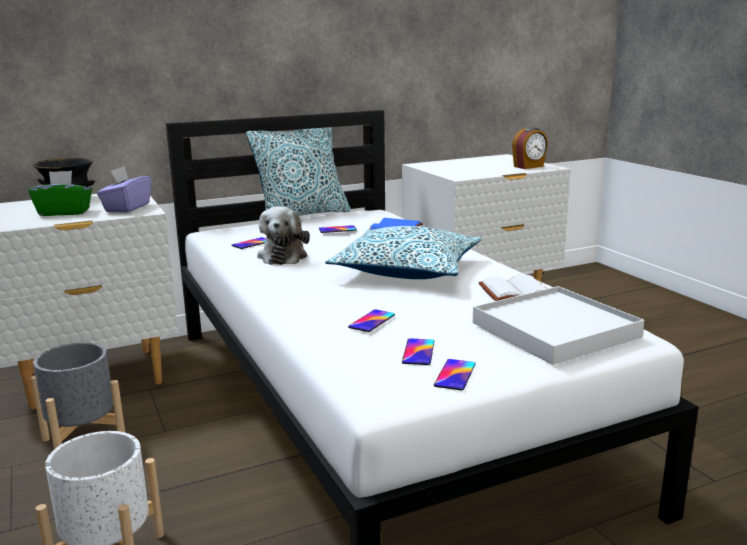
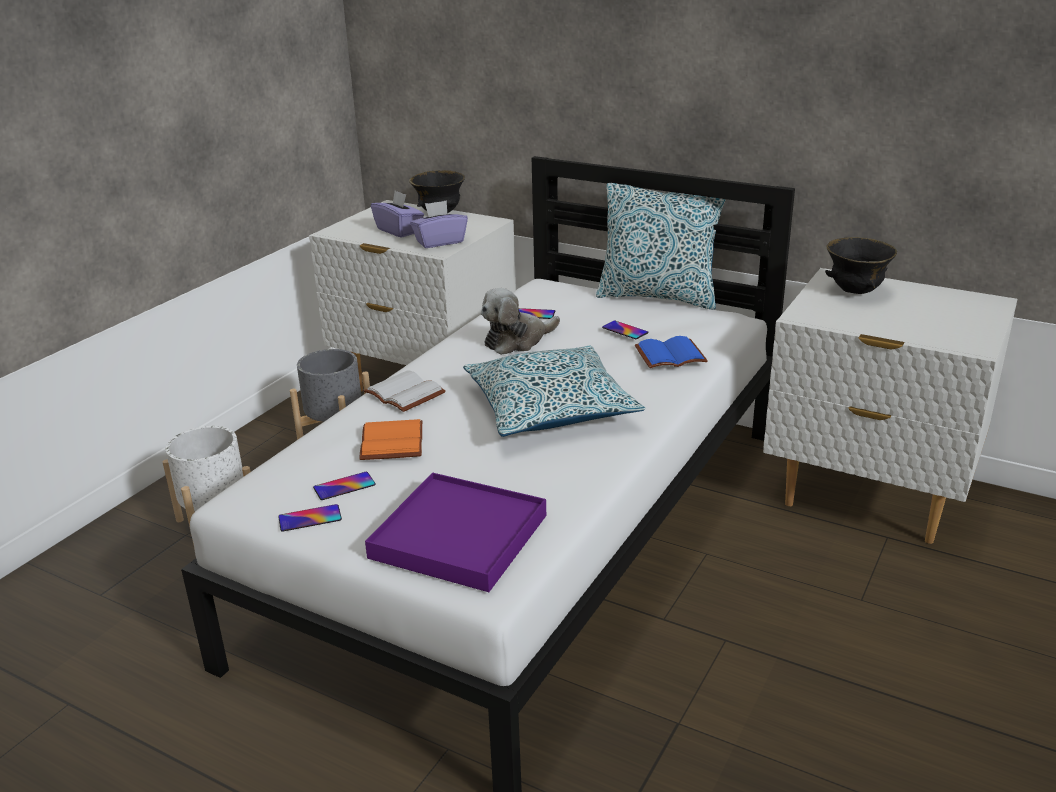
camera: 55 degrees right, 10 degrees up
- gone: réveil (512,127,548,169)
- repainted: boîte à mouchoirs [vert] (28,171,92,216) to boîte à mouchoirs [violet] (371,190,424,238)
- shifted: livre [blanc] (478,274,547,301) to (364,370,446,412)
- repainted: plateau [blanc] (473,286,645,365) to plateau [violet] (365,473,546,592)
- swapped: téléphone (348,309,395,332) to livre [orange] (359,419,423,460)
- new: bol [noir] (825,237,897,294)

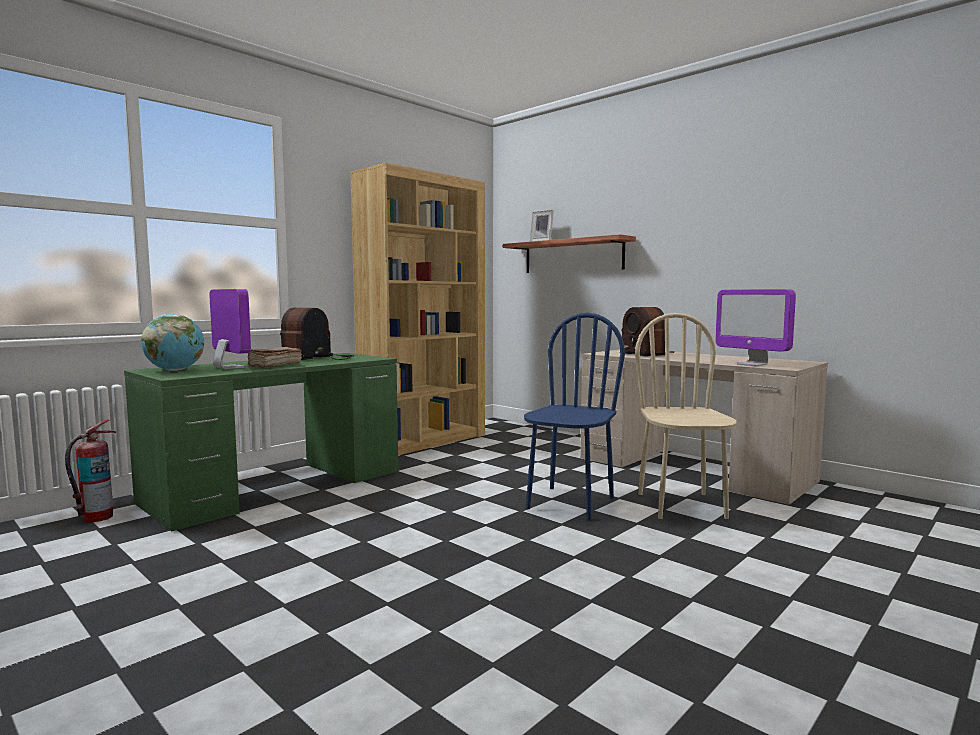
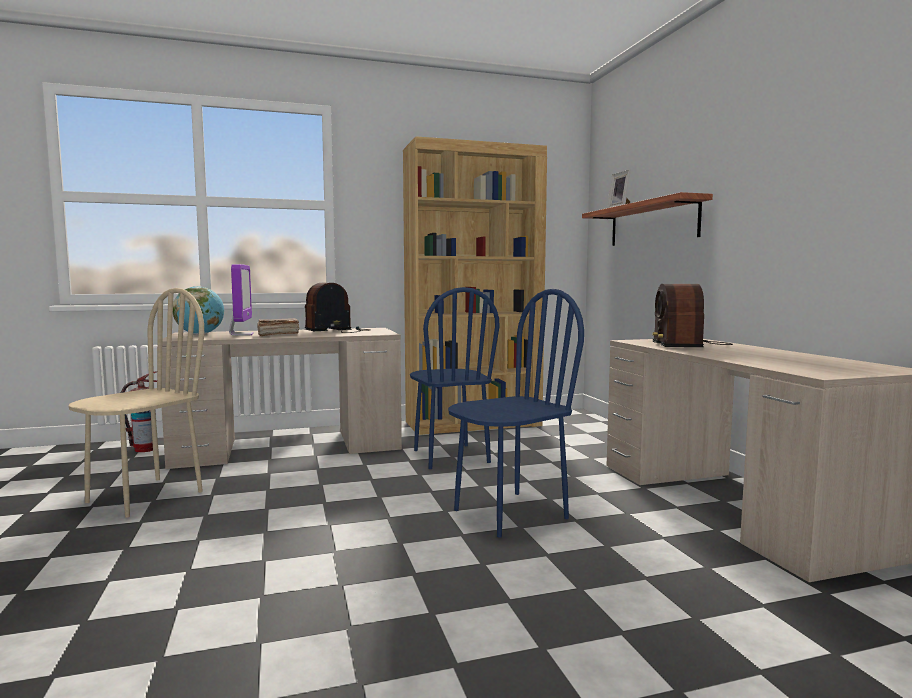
camera: 30 degrees right, 0 degrees up
- gone: écran d'ordinateur (715,289,796,366)
- shifted: chaise [beige] (635,313,737,519) to (68,288,204,518)
- repainted: bureau [vert] (124,353,398,531) to bureau [beige] (162,328,402,469)
- new: chaise [bleu] (410,287,500,469)

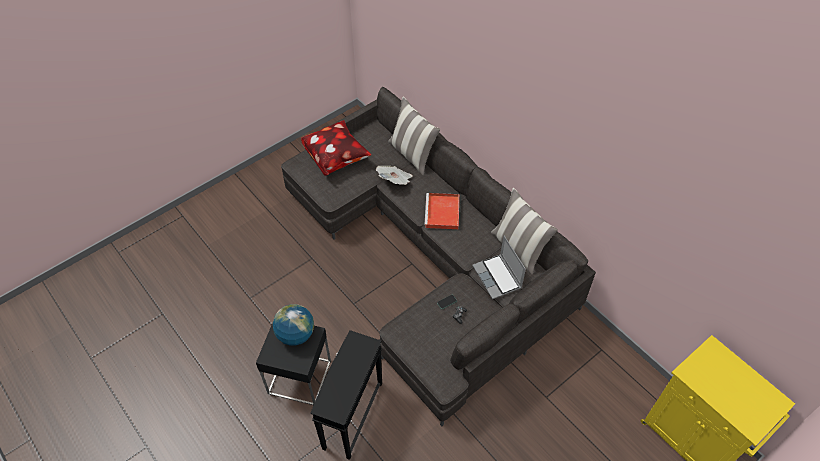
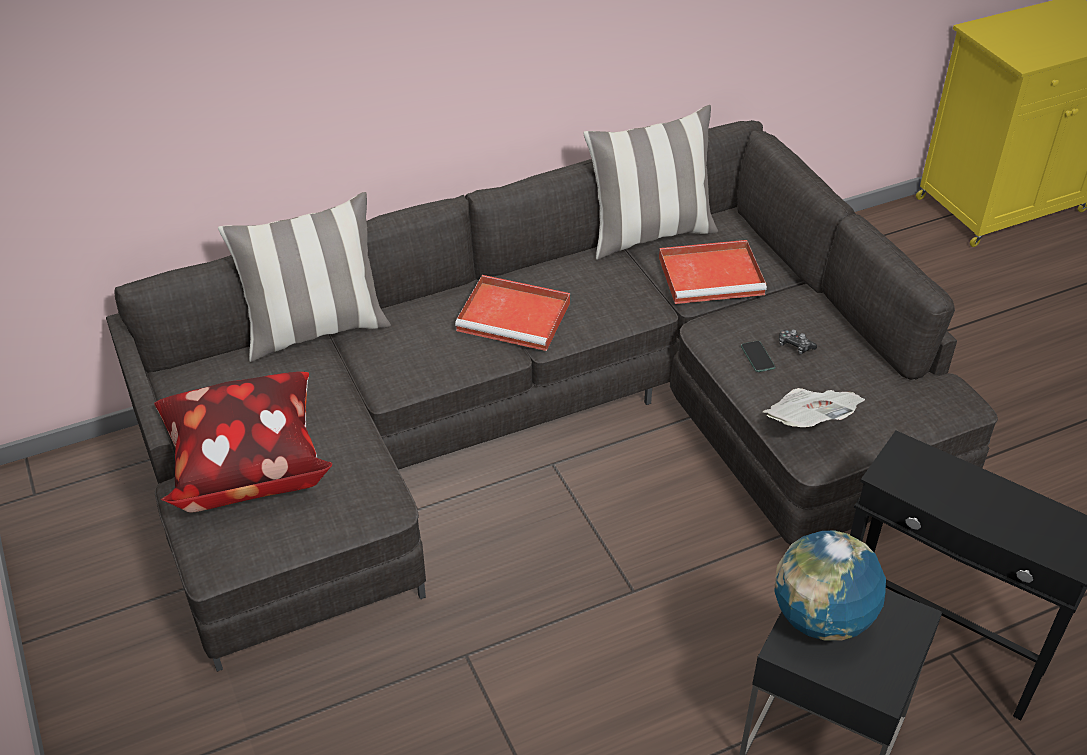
camera: 75 degrees left, 10 degrees down
- shifted: journal (376,166,413,185) to (763,388,865,427)
- swapped: ordinateur portable (472,236,526,299) to plateau [rouge] (659,240,767,304)

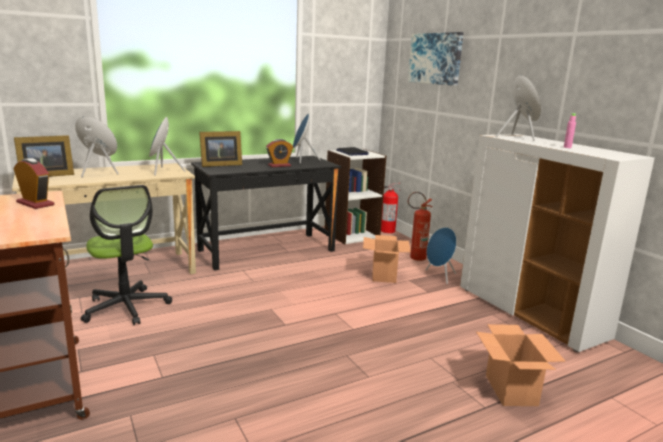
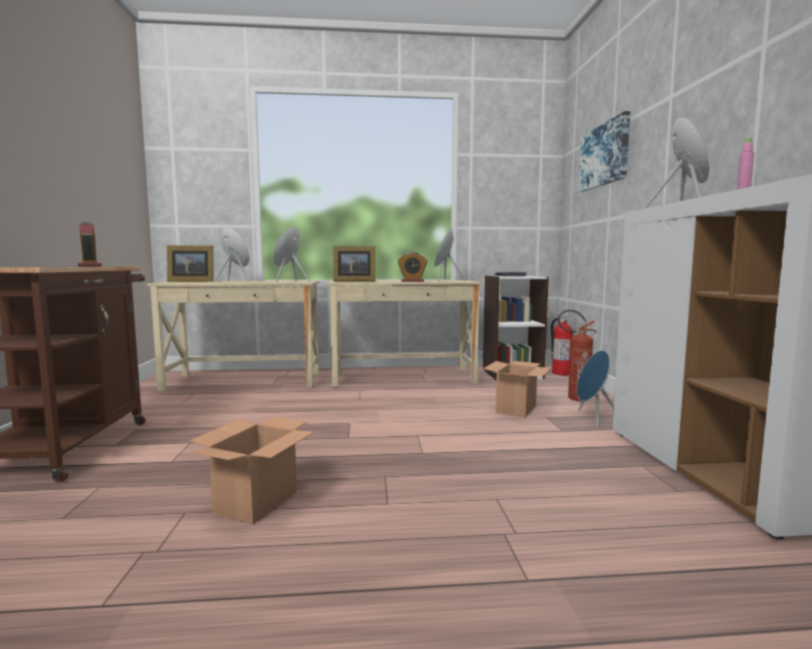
camera: 25 degrees right, 10 degrees down
- repainted: bureau [noir] (191,156,341,270) to bureau [beige] (327,280,482,388)
- gone: chaise de bureau (81,185,172,325)
- shifted: carton (476,324,566,406) to (189,416,314,525)

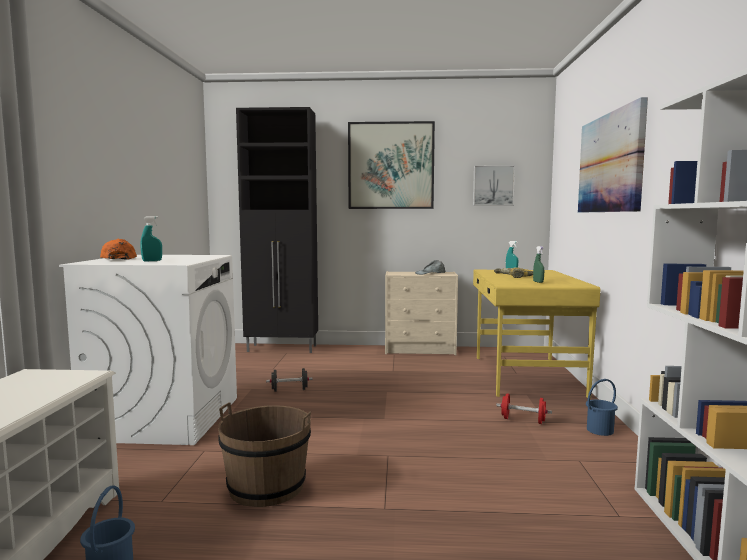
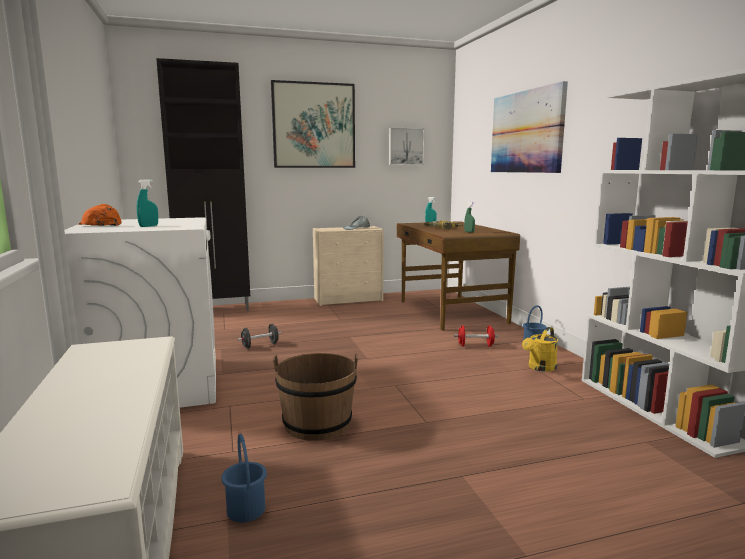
camera: 20 degrees left, 5 degrees up
- repainted: bureau [jaune] (473,270,600,399) to bureau [marron] (397,221,520,331)
- new: arrosoir [jaune] (522,327,558,372)

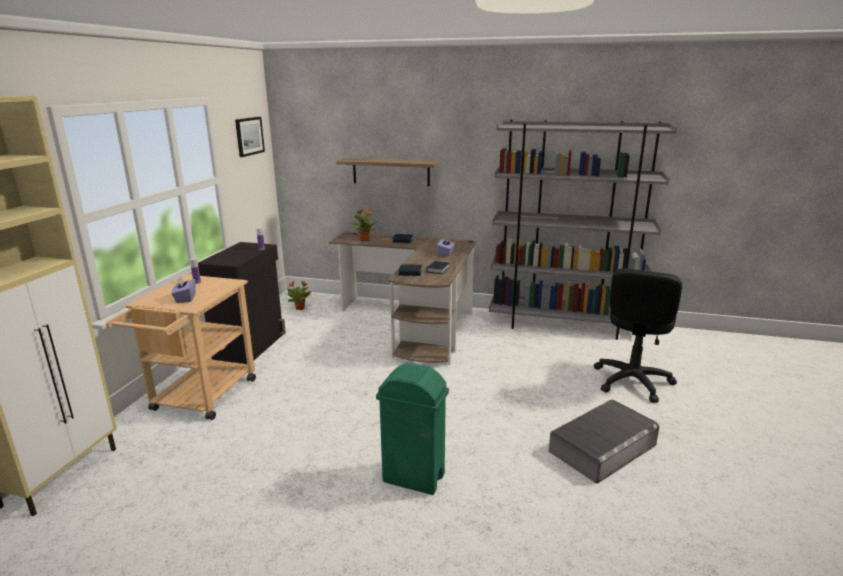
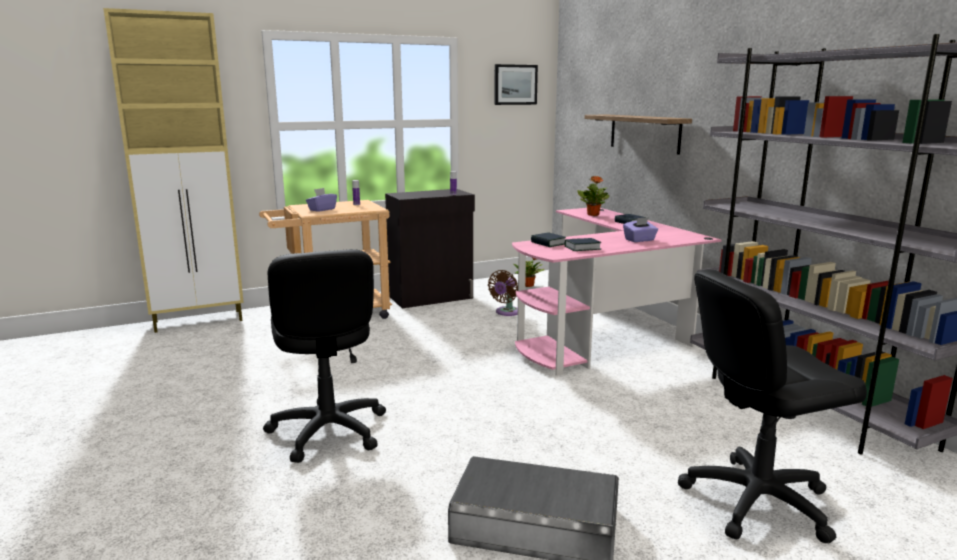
camera: 50 degrees right, 5 degrees down
- repainted: bureau [marron] (329,232,477,365) to bureau [rose] (512,208,721,376)
- swapped: poubelle [vert] (376,363,449,495) to chaise de bureau [noir] (263,249,386,463)
- new: ventilateur [marron] (488,270,518,316)

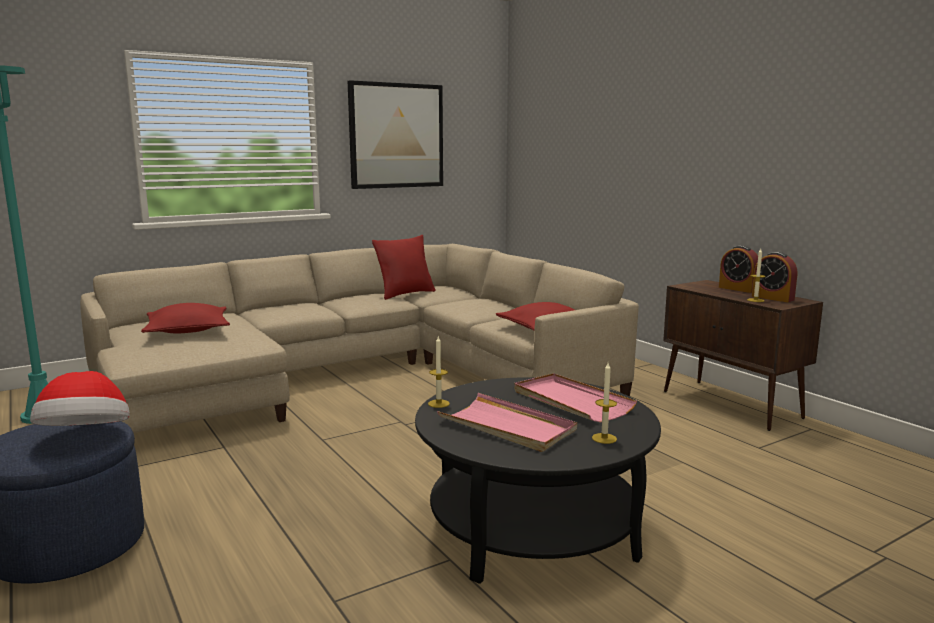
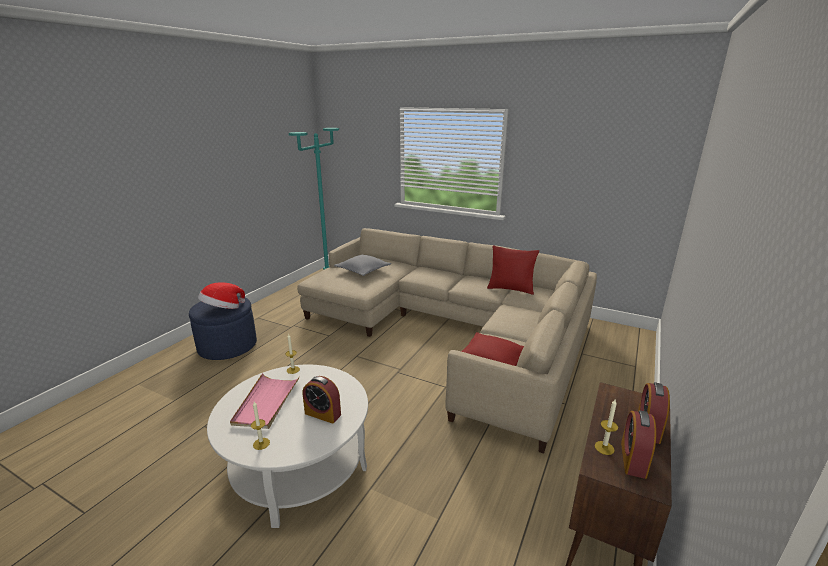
camera: 60 degrees right, 10 degrees up
- gone: tableau (348,80,443,189)
- repainted: coussin [rouge] (141,303,230,333) to coussin [gris] (334,255,391,276)
- swapped: plateau [rose] (514,373,637,423) to réveil (303,376,341,424)
- repainted: table basse [noir] (415,377,661,584) to table basse [blanc] (207,365,368,528)

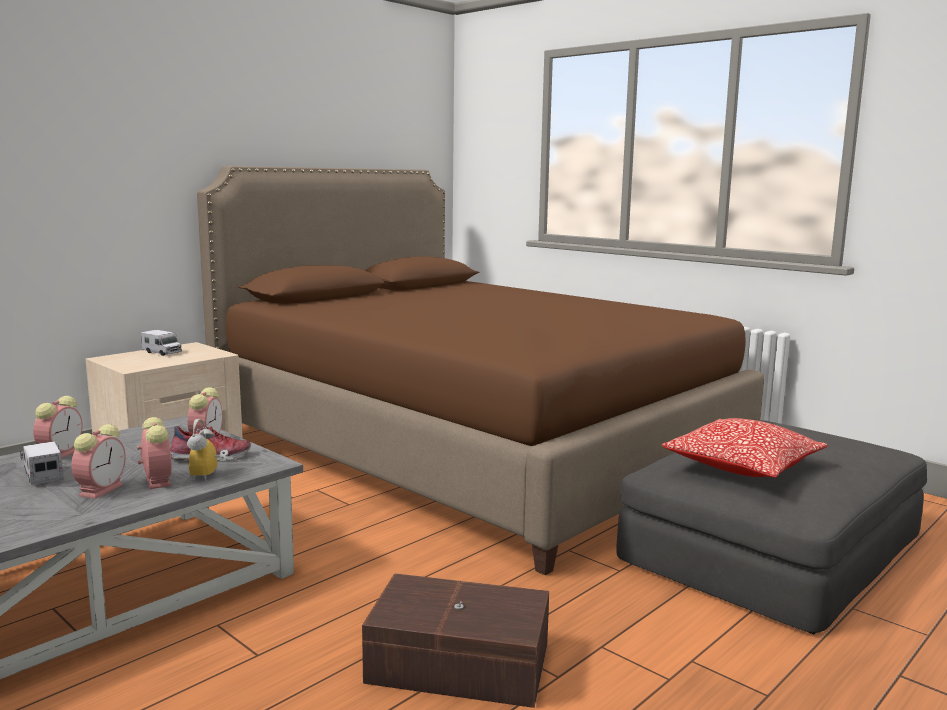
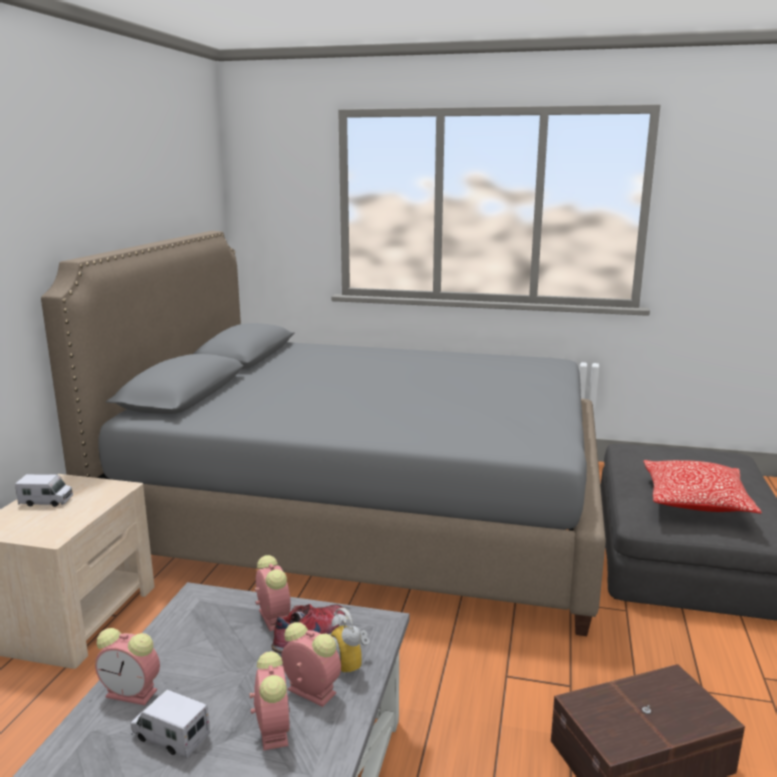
camera: 30 degrees left, 5 degrees up
- repainted: lit [marron] (197,166,764,575) to lit [gris] (41,231,606,636)
- rotated: réveil (33,396,83,458) = (95,628,160,705) 120 degrees clockwise

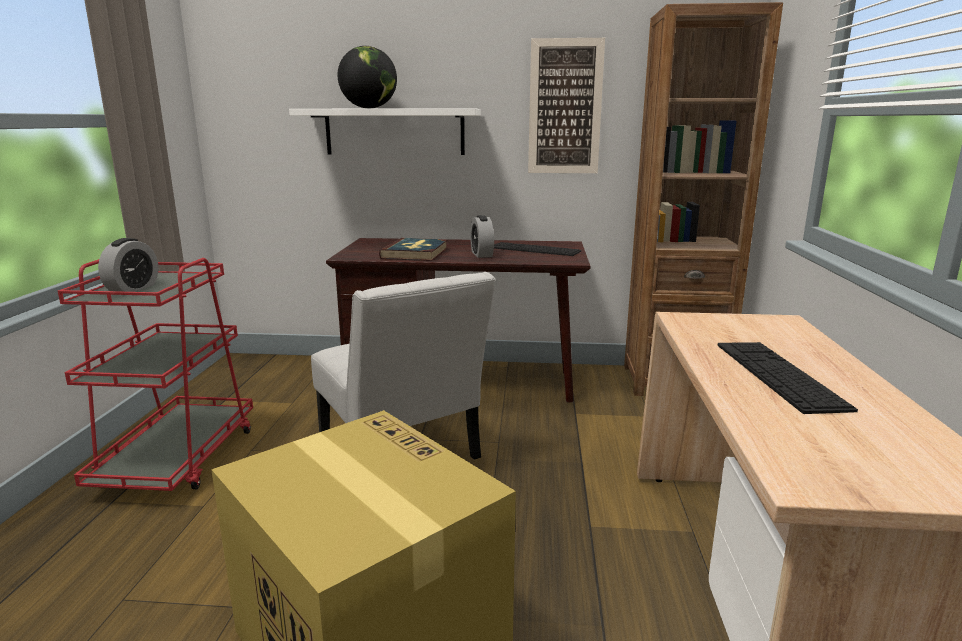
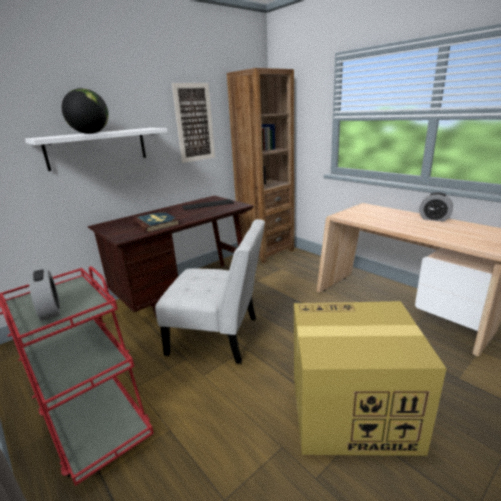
camera: 45 degrees left, 5 degrees up
- shifted: réveil (470,215,494,258) to (419,192,453,222)
- gone: clavier (718,342,858,414)

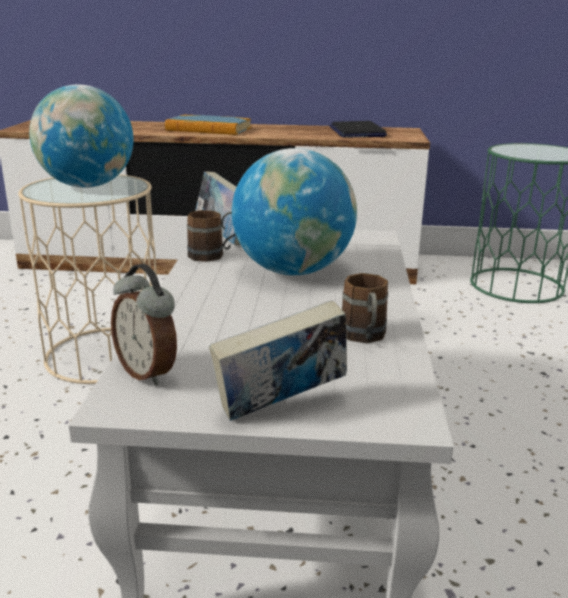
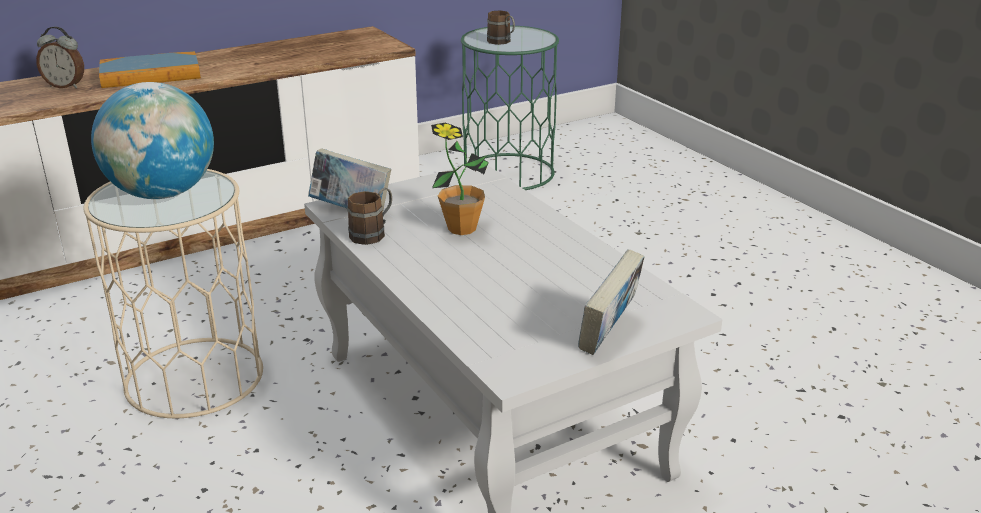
camera: 35 degrees left, 5 degrees up
- gone: ordinateur portable (329,121,387,138)
- swapped: globe (232,148,357,275) to plante en pot (431,122,489,235)
- shifted: réveil (111,264,177,386) to (36,26,84,88)
- shifted: mug [marron] (342,273,388,343) to (487,10,515,45)

